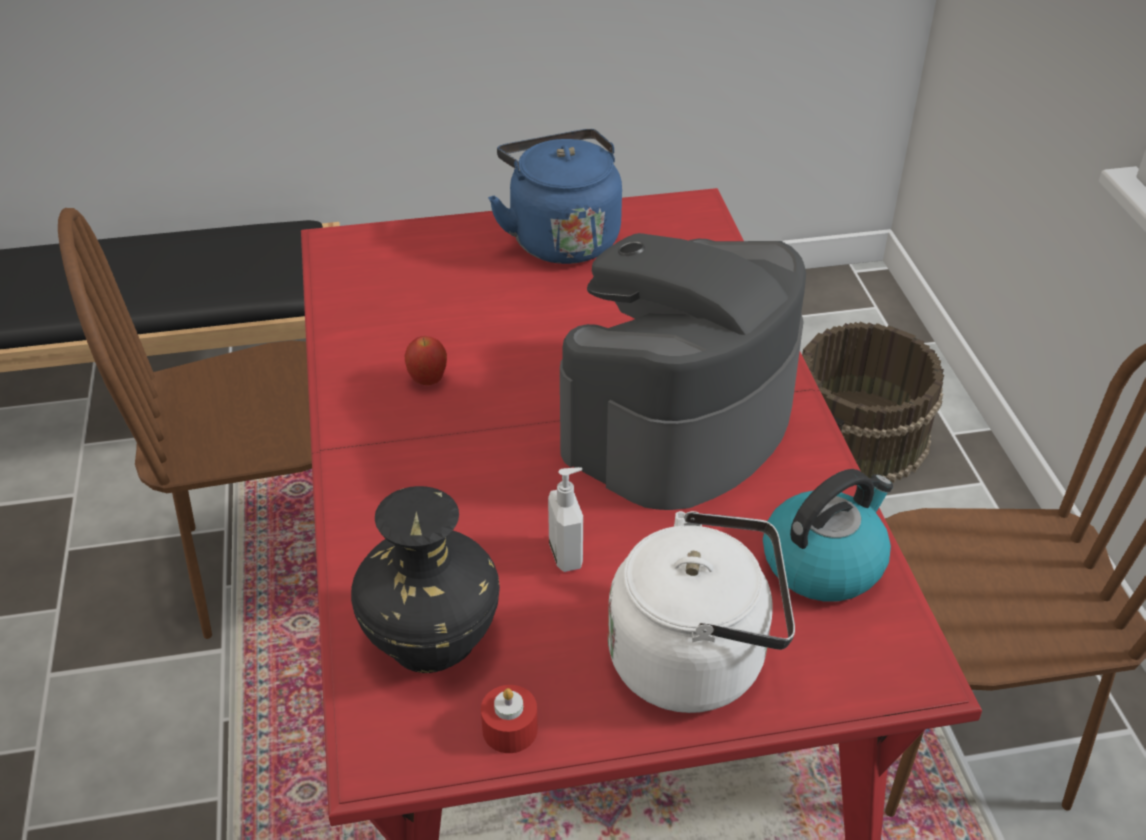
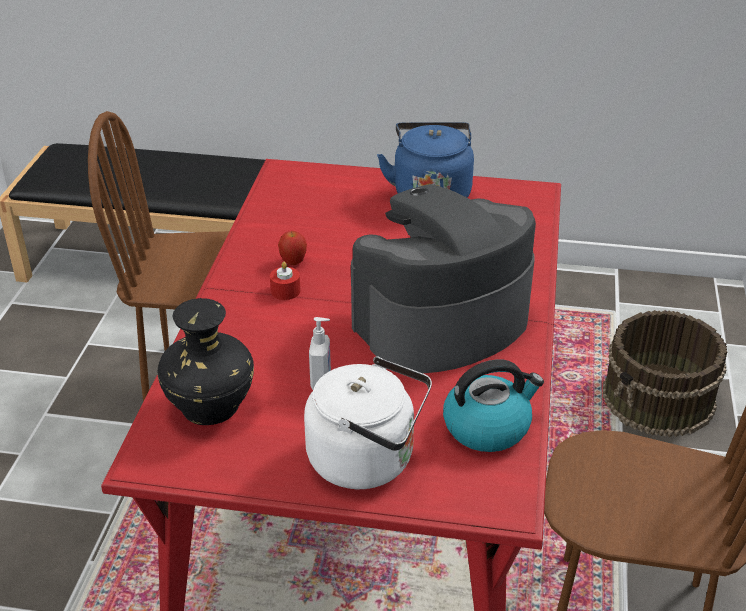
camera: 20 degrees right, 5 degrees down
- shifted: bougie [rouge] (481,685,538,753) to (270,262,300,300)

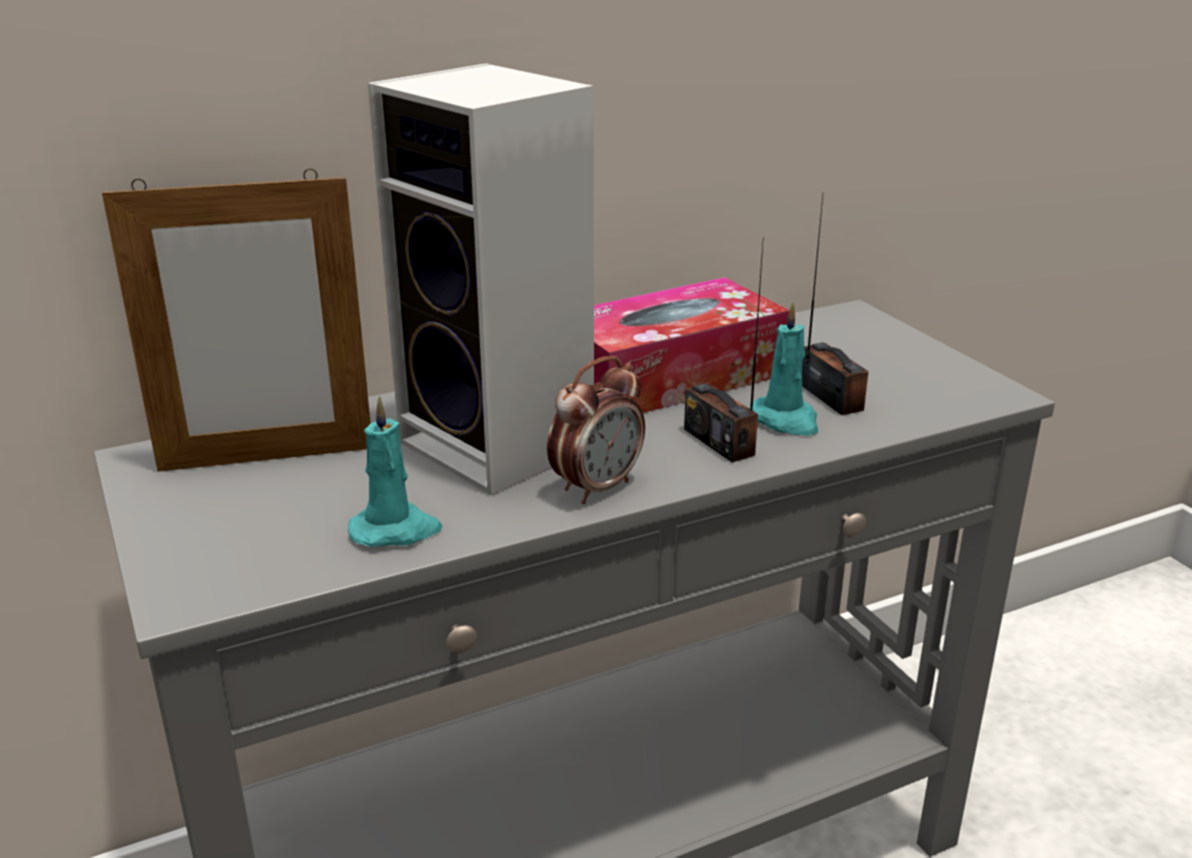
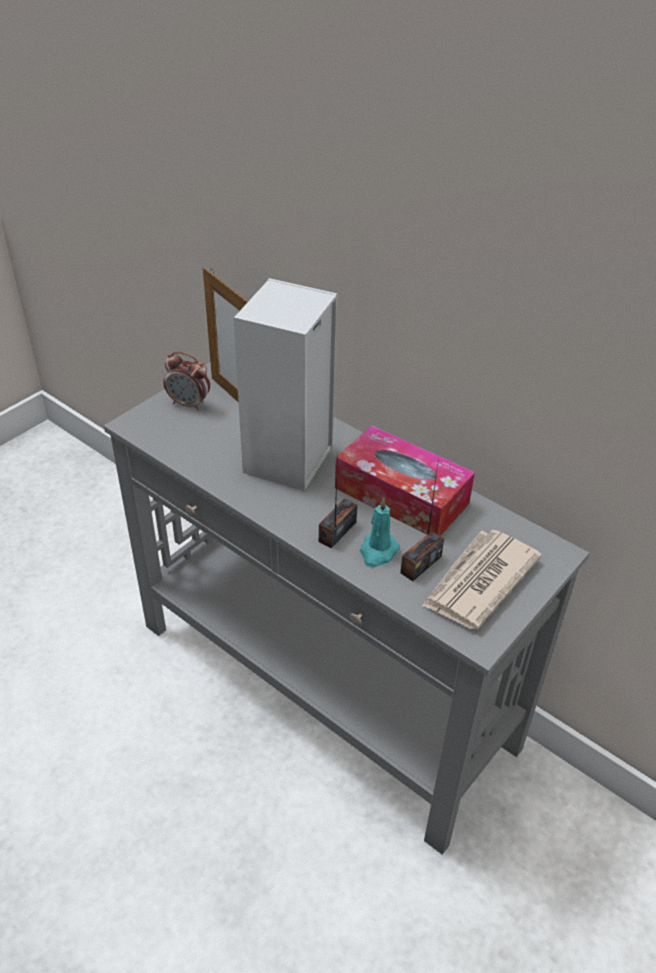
camera: 65 degrees right, 15 degrees up
- shifted: réveil (547,356,645,504) to (163,351,210,411)
- gone: bougie [turquoise] (348,396,443,547)
- new: journal (421,530,542,629)

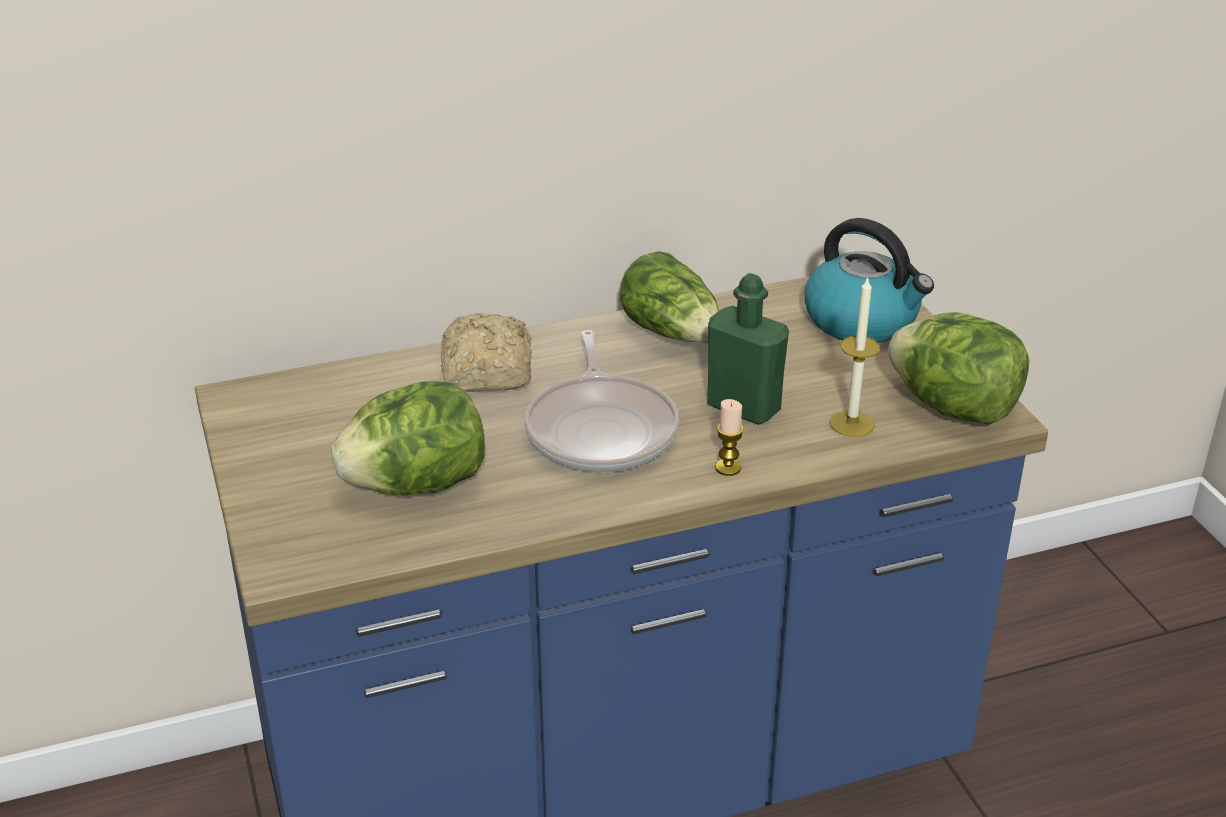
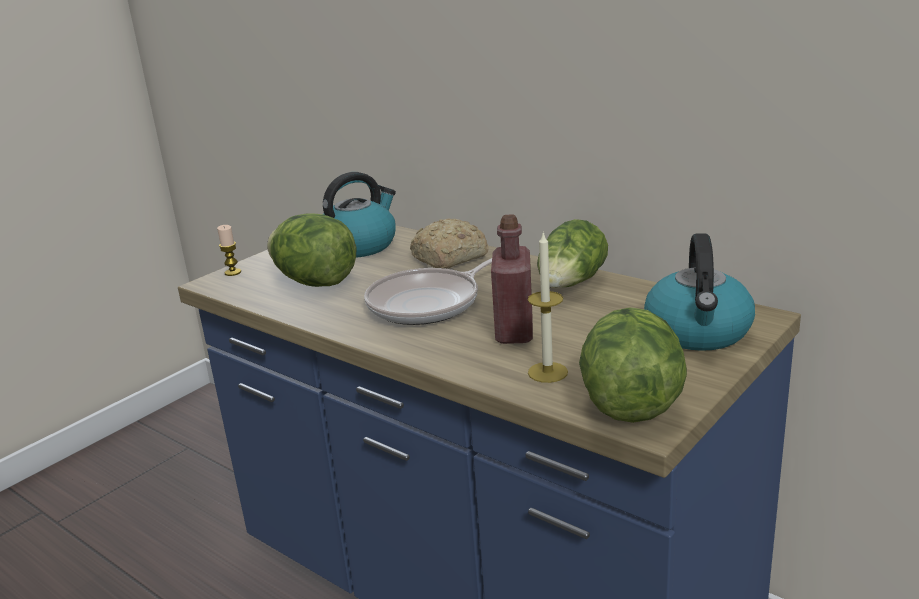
camera: 60 degrees right, 10 degrees down
- repainted: bouteille [vert] (707,273,789,425) to bouteille [rouge] (491,214,533,344)
- shifted: bougie (715,399,744,476) to (217,225,241,276)
- new: bouilloire (323,172,396,258)

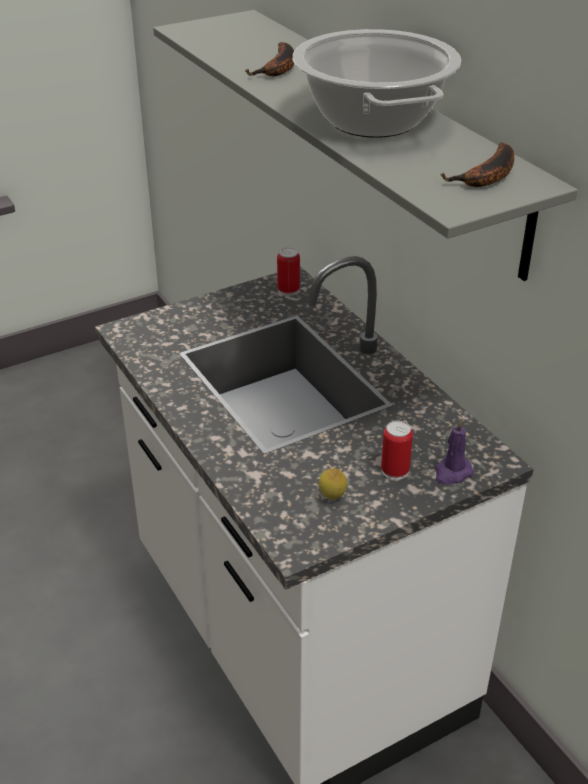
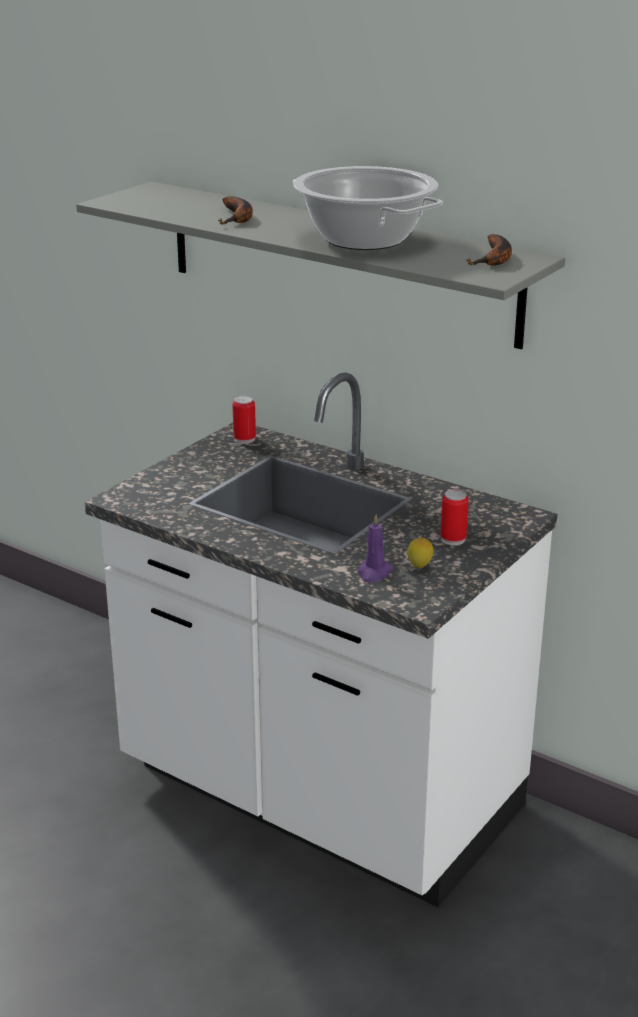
camera: 25 degrees left, 10 degrees down
- shifted: bougie [violet] (435,418,474,485) to (358,514,393,583)

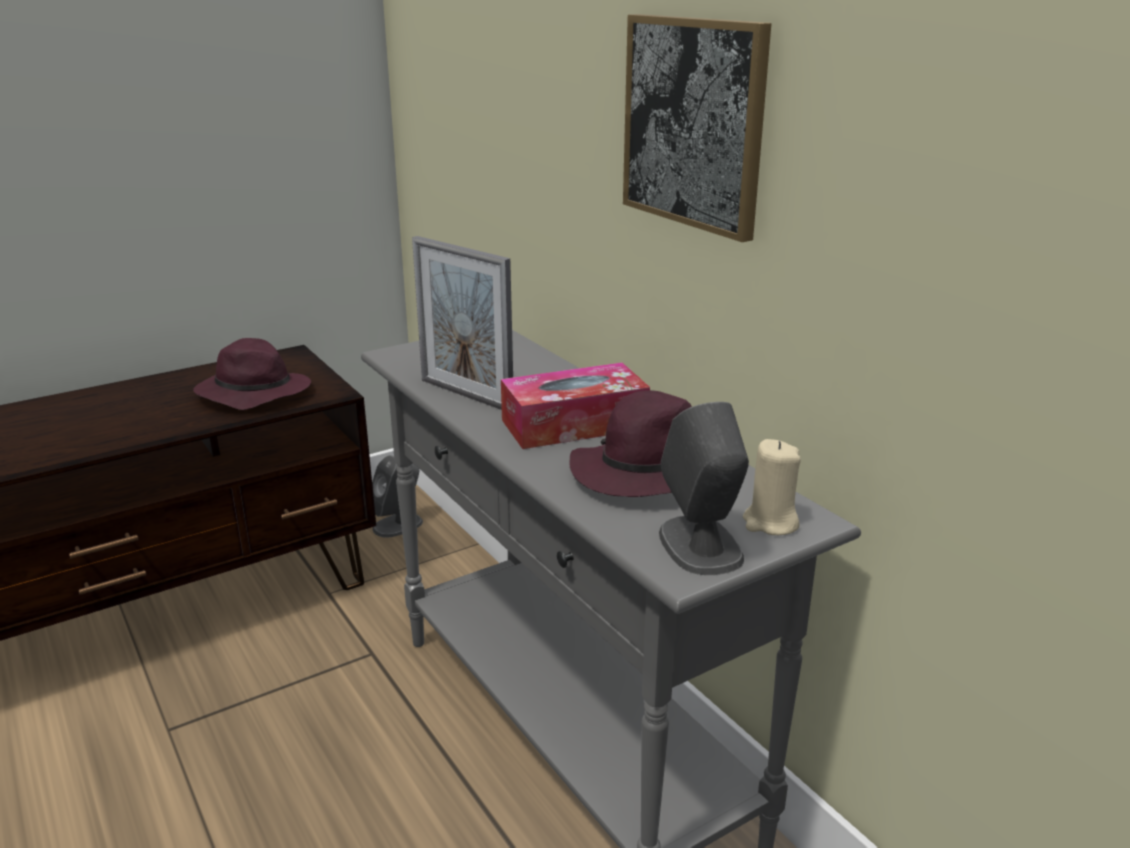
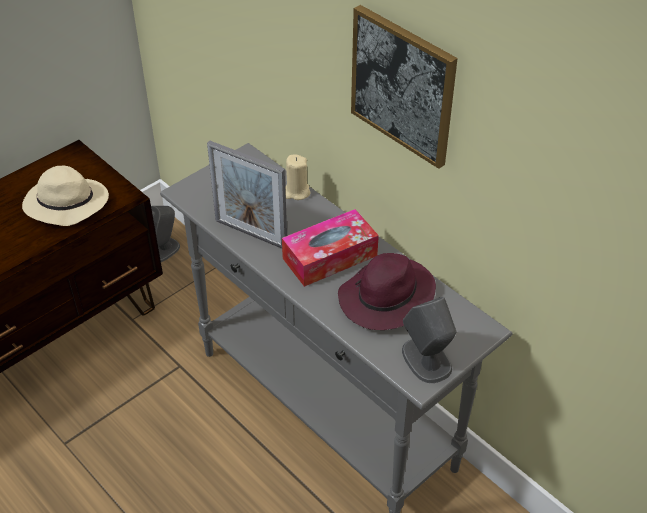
camera: 10 degrees left, 20 degrees up
- repainted: chapeau [violet] (193,338,311,410) to chapeau [beige] (22,166,109,226)
- shifted: bougie [beige] (743,439,801,535) to (285,155,310,200)

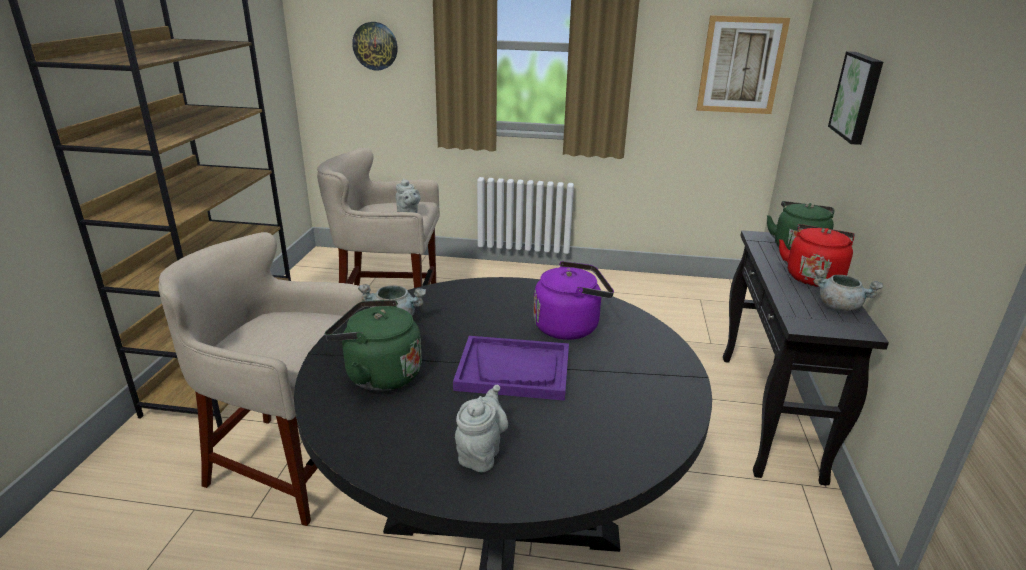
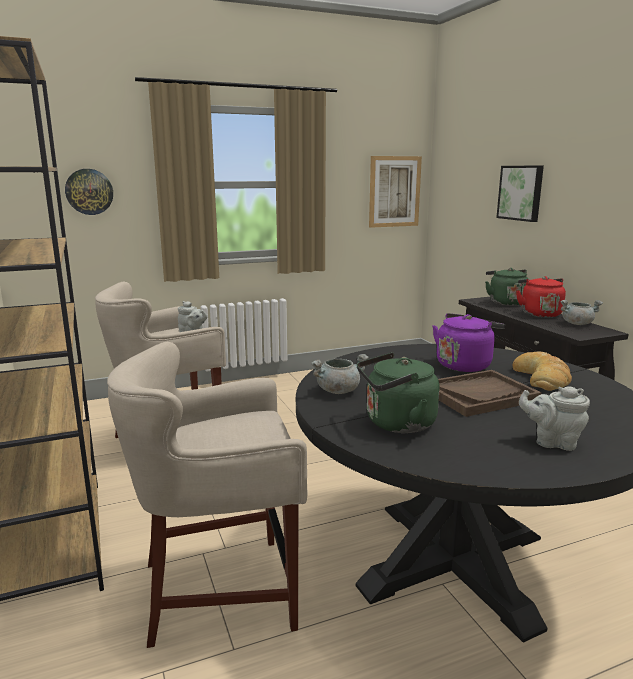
camera: 30 degrees left, 10 degrees down
- repainted: plateau [violet] (453,336,569,401) to plateau [marron] (438,370,542,417)
- rotated: théière [gris] (455,385,508,472) = (519,386,590,451) 60 degrees counterclockwise
- new: pain (513,352,572,391)

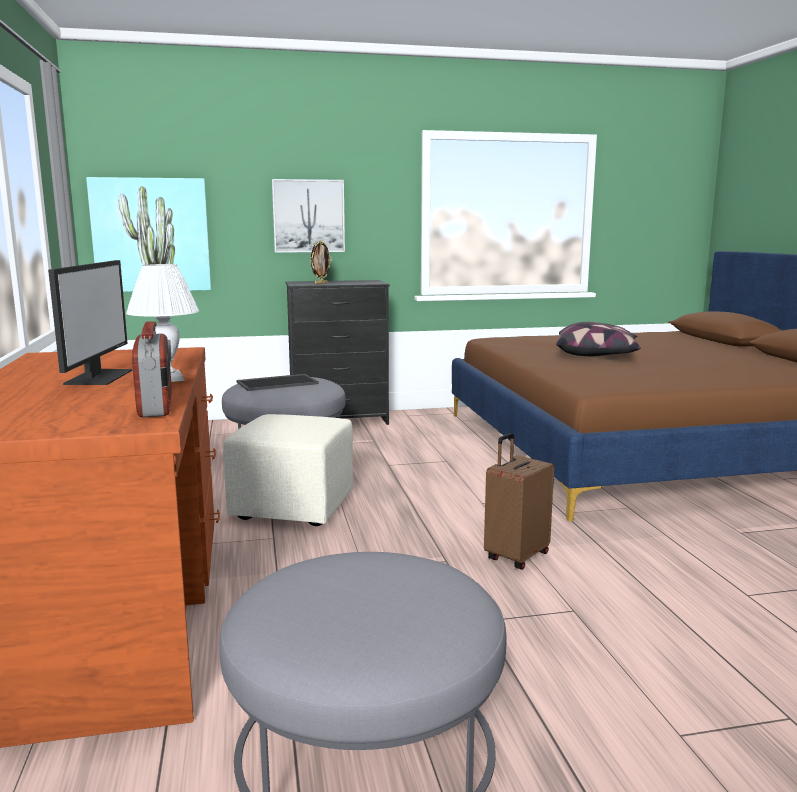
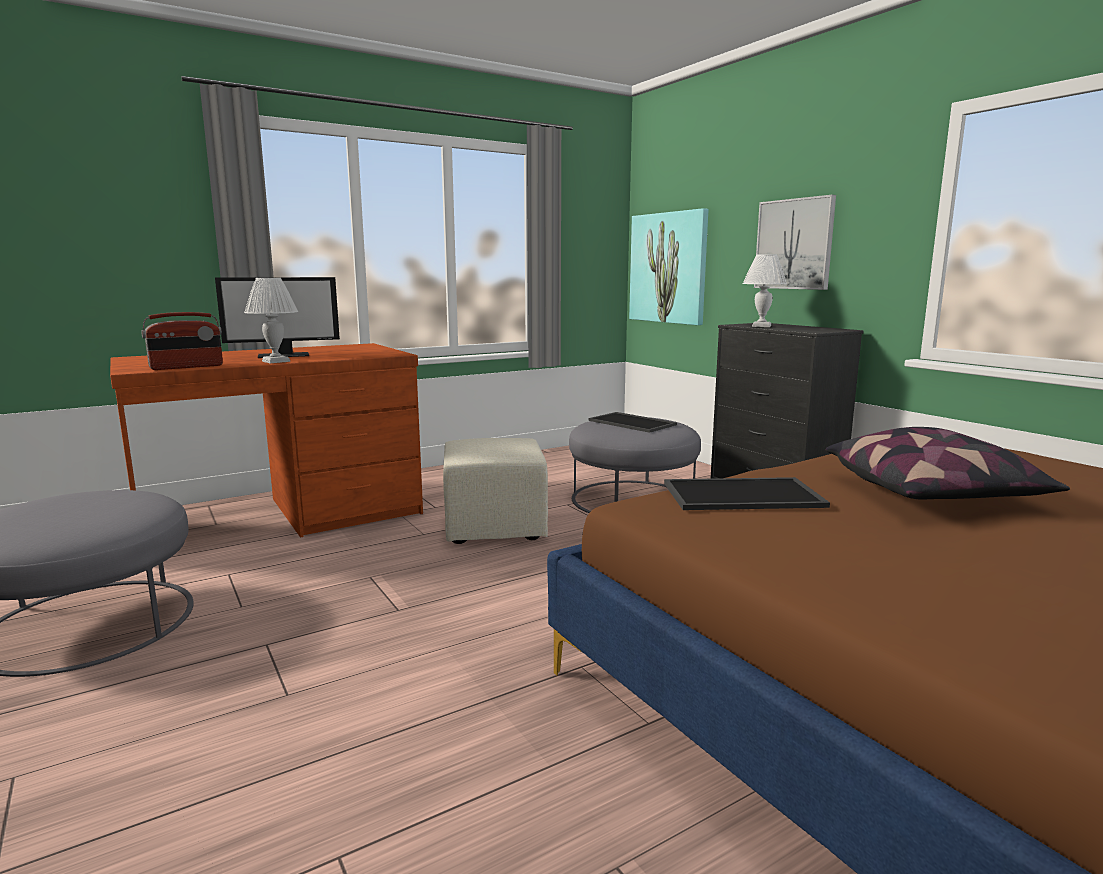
camera: 70 degrees right, 0 degrees up
- swapped: cadre photo (310,240,332,284) to lampe de table [blanc] (743,254,787,327)
- gone: valise [marron] (484,433,554,570)
- new: plateau (664,477,830,510)

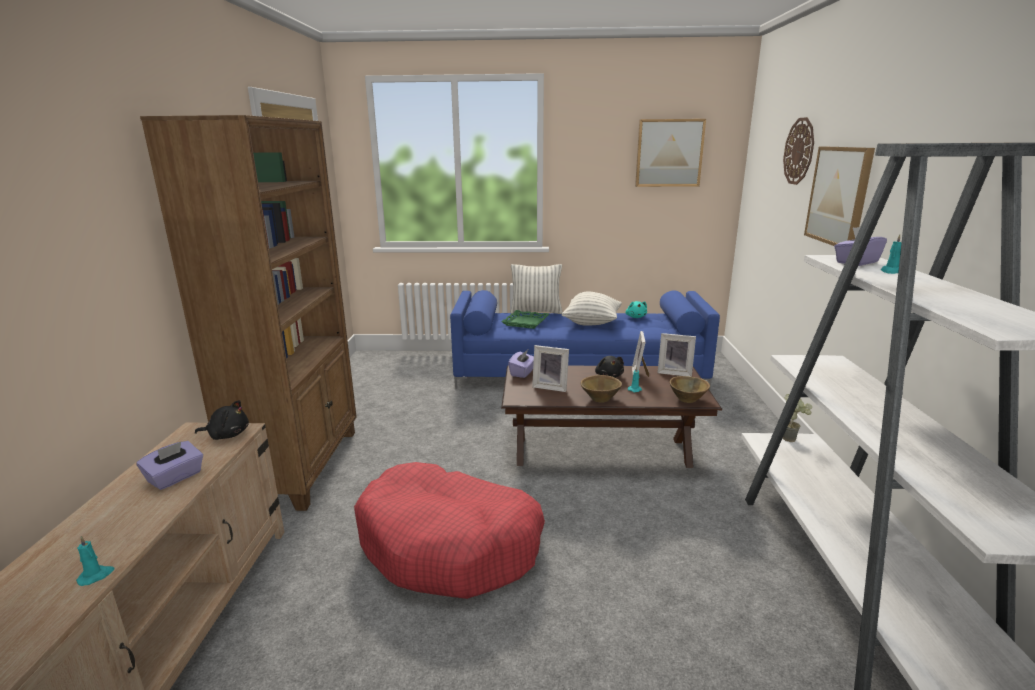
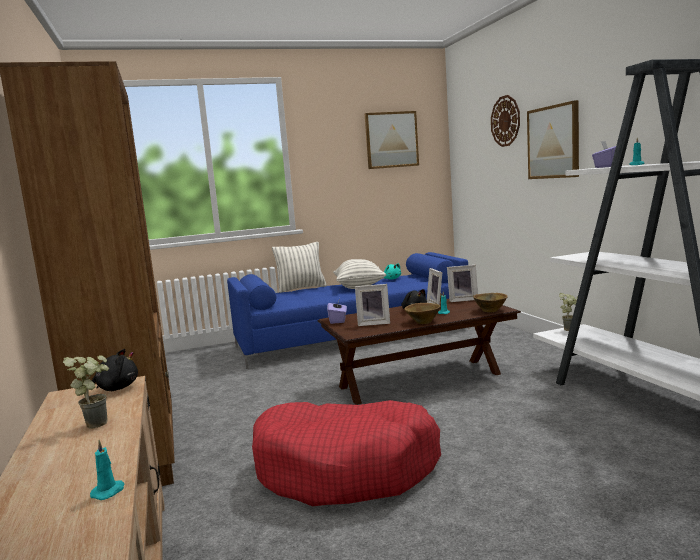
camera: 20 degrees left, 10 degrees down
- gone: plateau [vert] (501,310,549,329)
- swapped: boîte à mouchoirs [violet] (136,441,203,490) to plante en pot (63,355,109,428)

